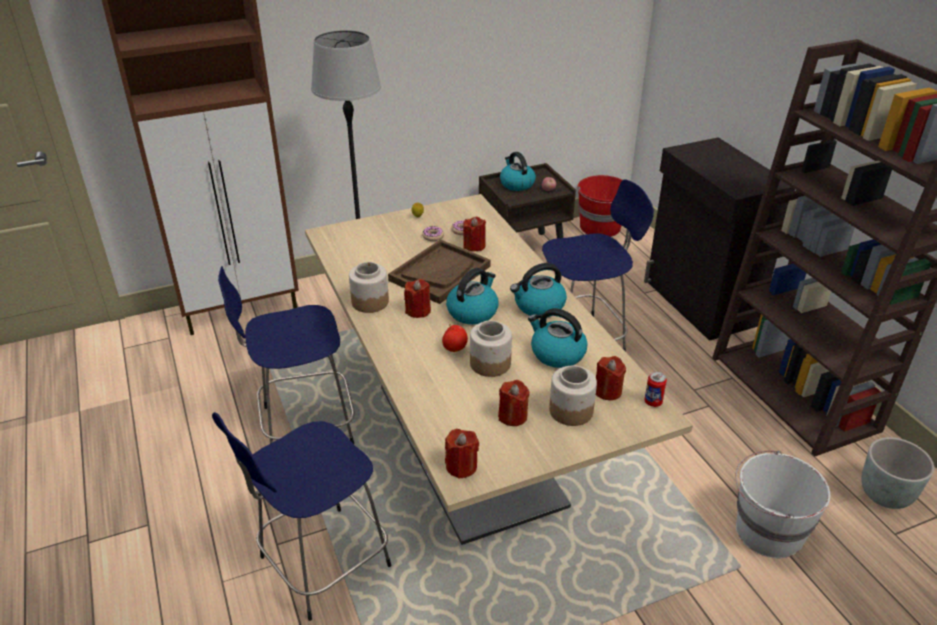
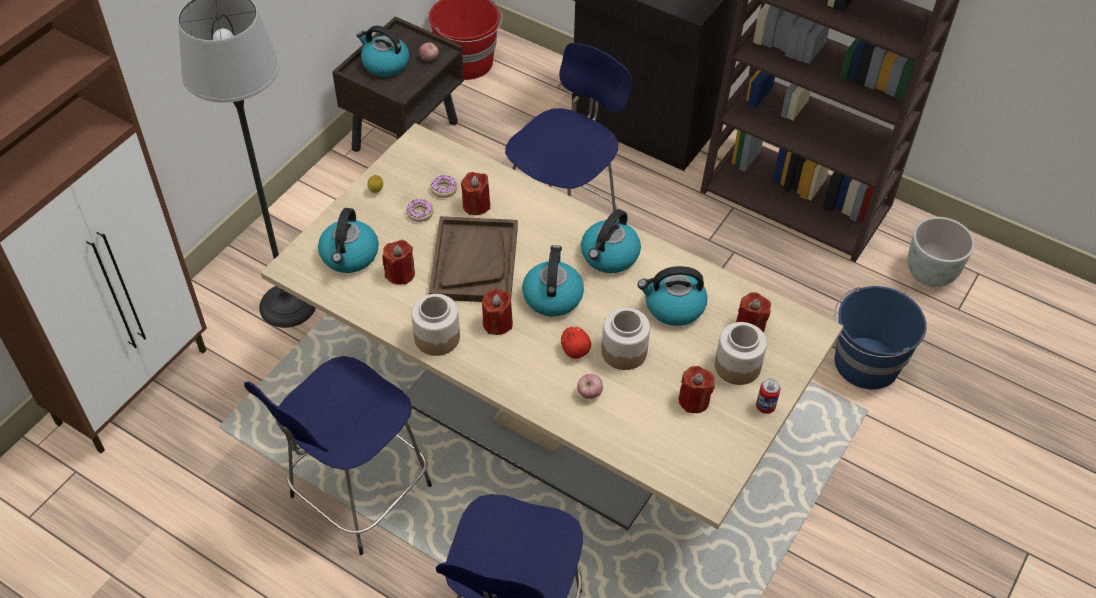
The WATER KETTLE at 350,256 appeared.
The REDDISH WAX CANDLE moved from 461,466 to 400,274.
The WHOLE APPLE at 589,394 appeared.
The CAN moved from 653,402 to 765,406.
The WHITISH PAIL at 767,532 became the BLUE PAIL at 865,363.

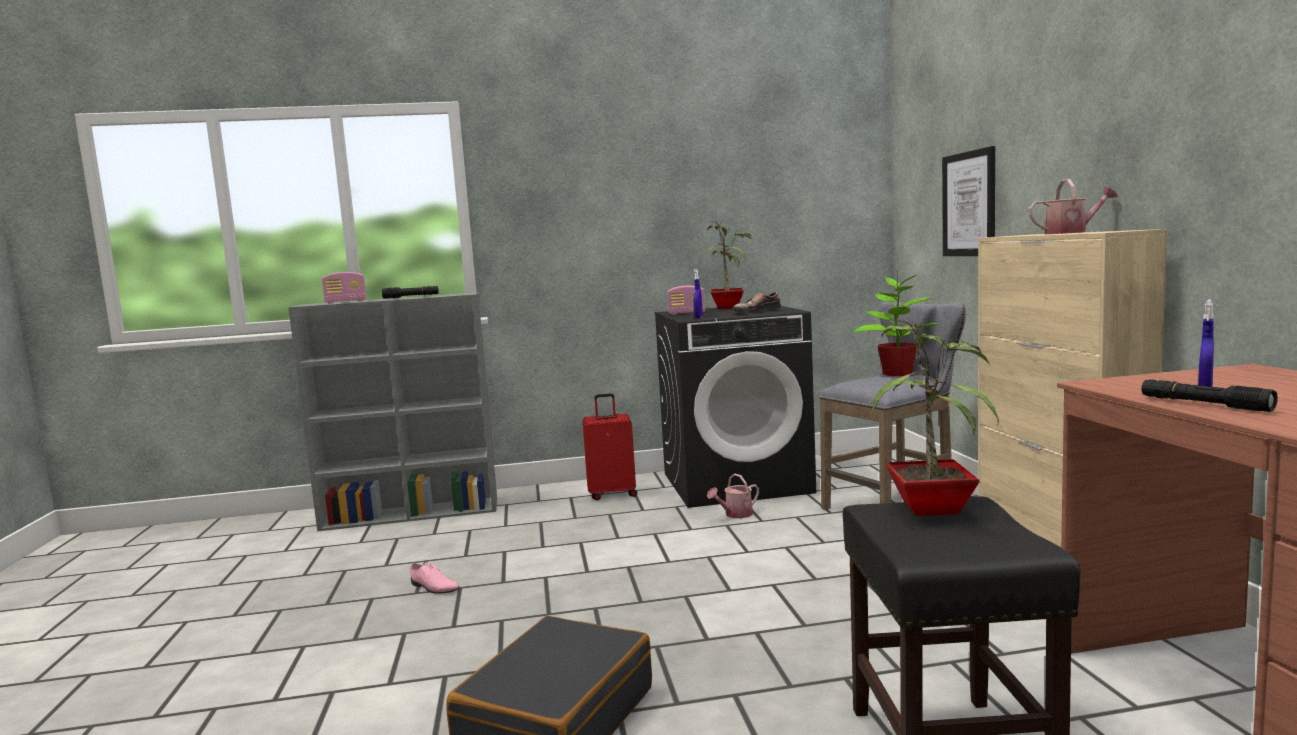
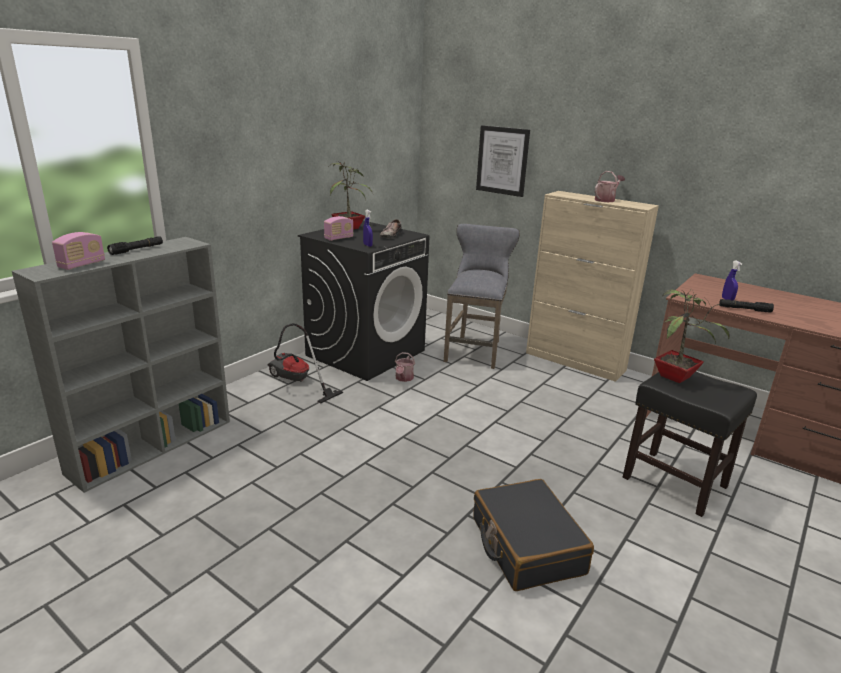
The REDDISH SUITCASE at 612,494 was replaced by the HOOVER at 296,382.
The PINKISH ITEM OF FOOTWEAR at 433,587 disappeared.
The HOUSEPLANT at 897,373 disappeared.

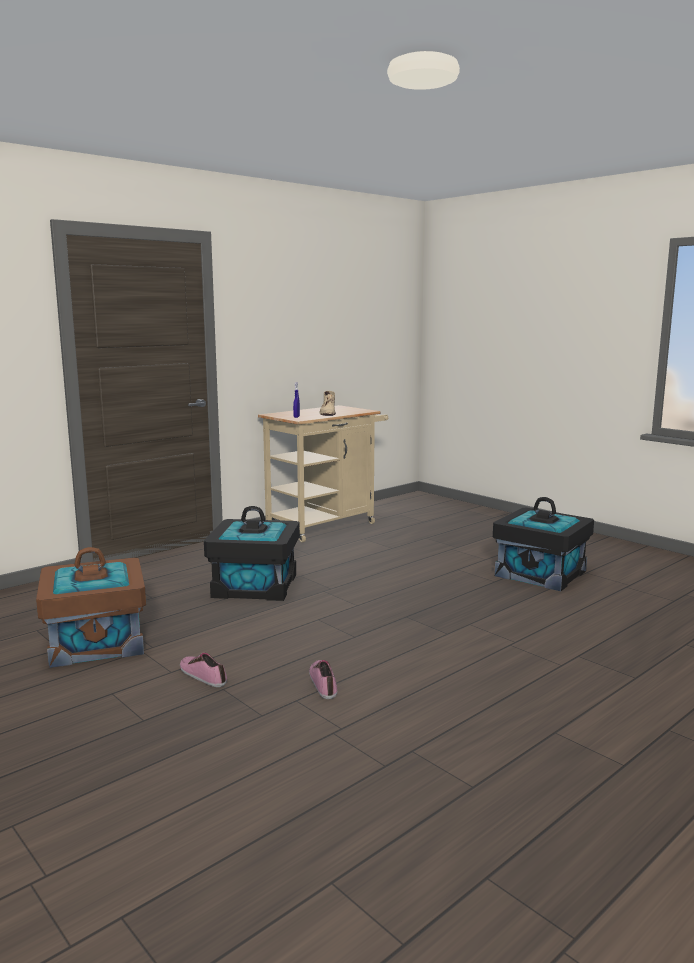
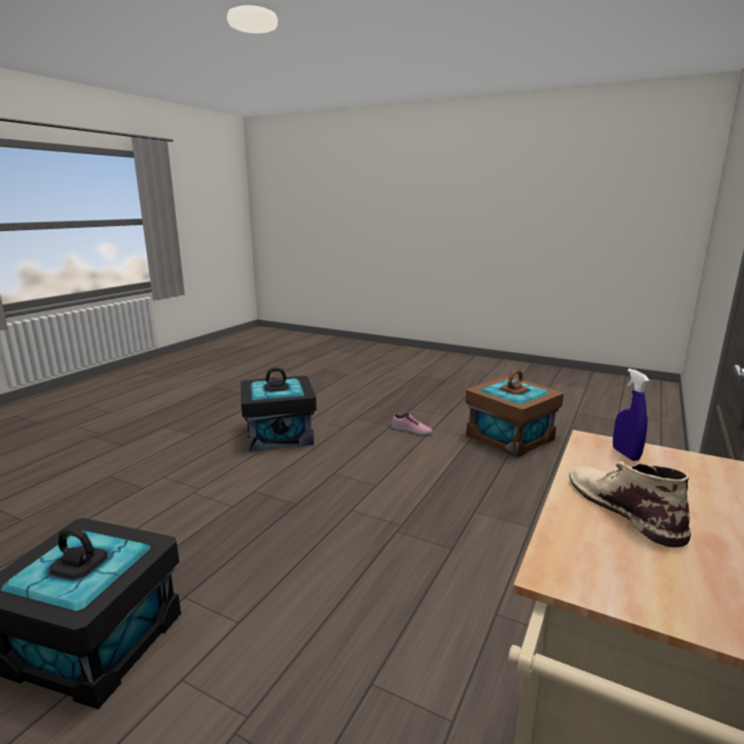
The BLACK STORAGE CONTAINER moved from 254,586 to 279,434.
The ITEM OF FOOTWEAR at 324,682 disappeared.

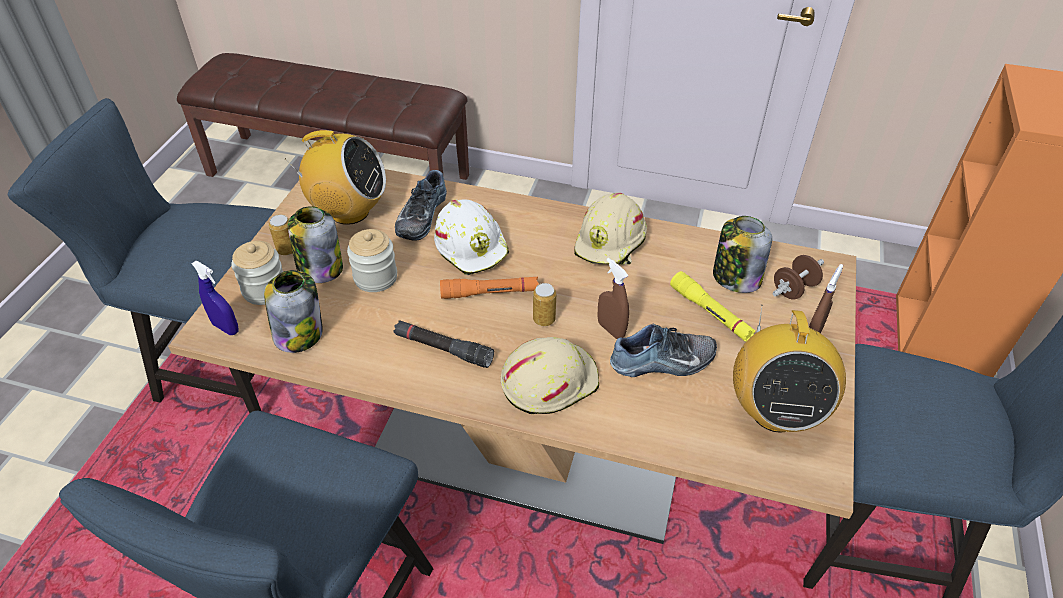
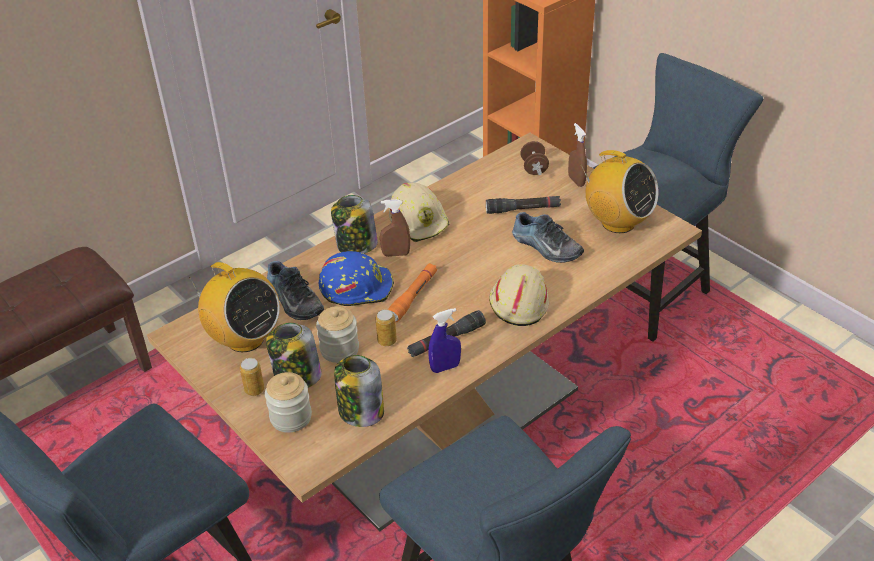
The RADIO at 349,212 turned 90 degrees clockwise.
The WHITISH WORK HELMET at 472,246 became the BLUE WORK HELMET at 356,287.
The STORAGE JAR moved from 735,277 to 356,245.
The CAN moved from 544,319 to 387,341.
The BROWNISH SPRAY BOTTLE moved from 611,329 to 396,254.
The BLUE SPRAY BOTTLE moved from 225,328 to 445,367.
The YELLOW-COLOURED FLASHLIGHT at 710,313 became the BLACK FLASHLIGHT at 523,209.
The ITEM OF FOOTWEAR at 663,363 turned 105 degrees clockwise.

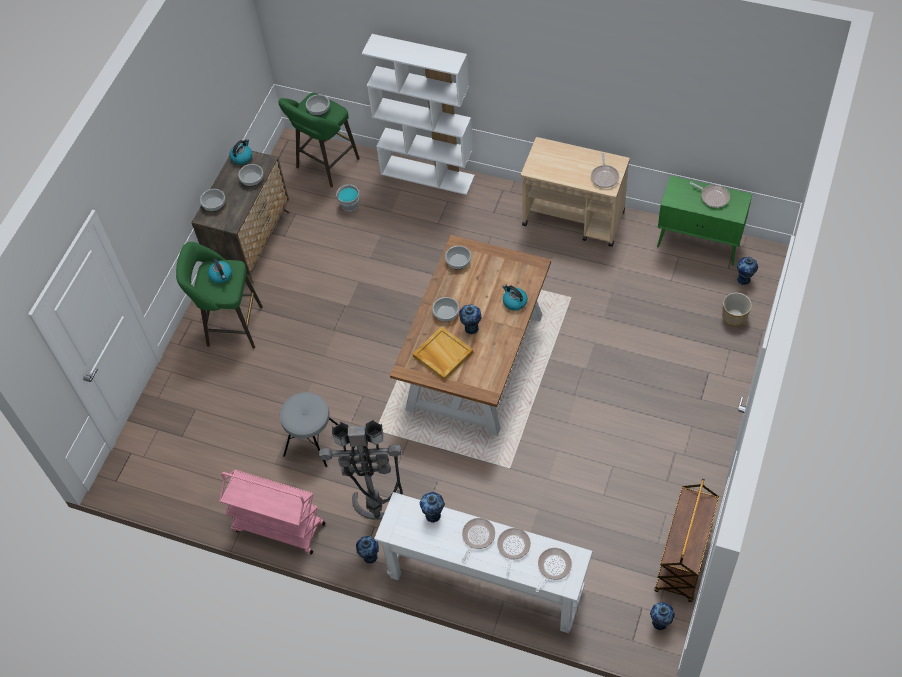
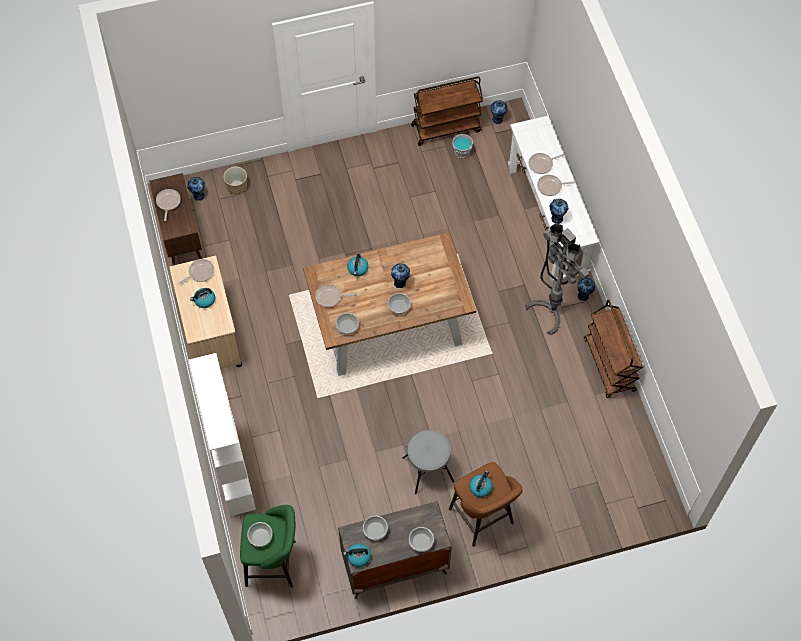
The GREEN STORAGE CABINET at 699,243 became the BROWNISH STORAGE CABINET at 181,238.
The WATER KETTLE at 204,300 appeared.
The FRYING PAN moved from 553,567 to 330,297.
The GREY SITTING STOOL moved from 313,441 to 428,469.
The GREEN SITTING STOOL at 230,326 became the BROWNISH SITTING STOOL at 483,519.
The GREY PAIL moved from 350,205 to 462,152.
The PINKISH WHEELED CART at 278,527 became the BROWNISH WHEELED CART at 609,365.
The BEIGE CARRYING TRAY at 442,354 disappeared.

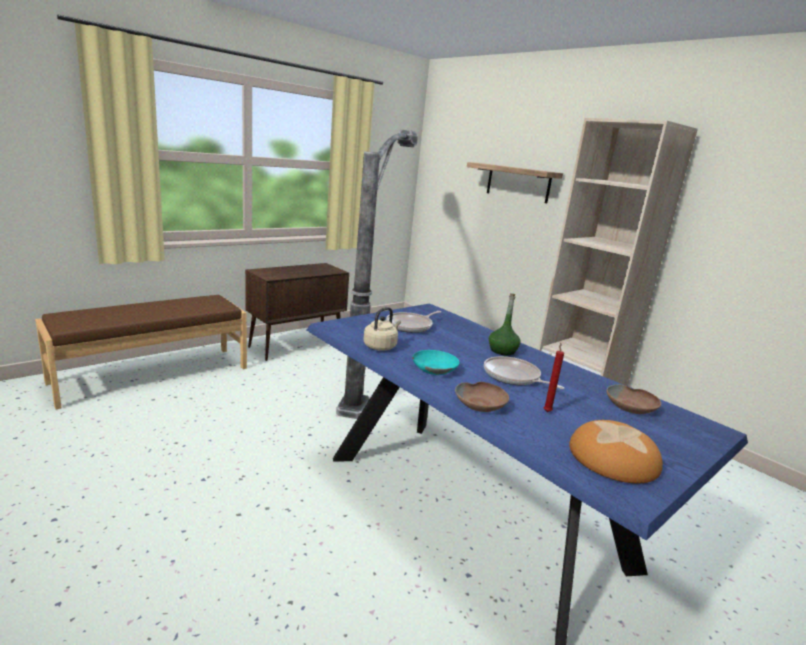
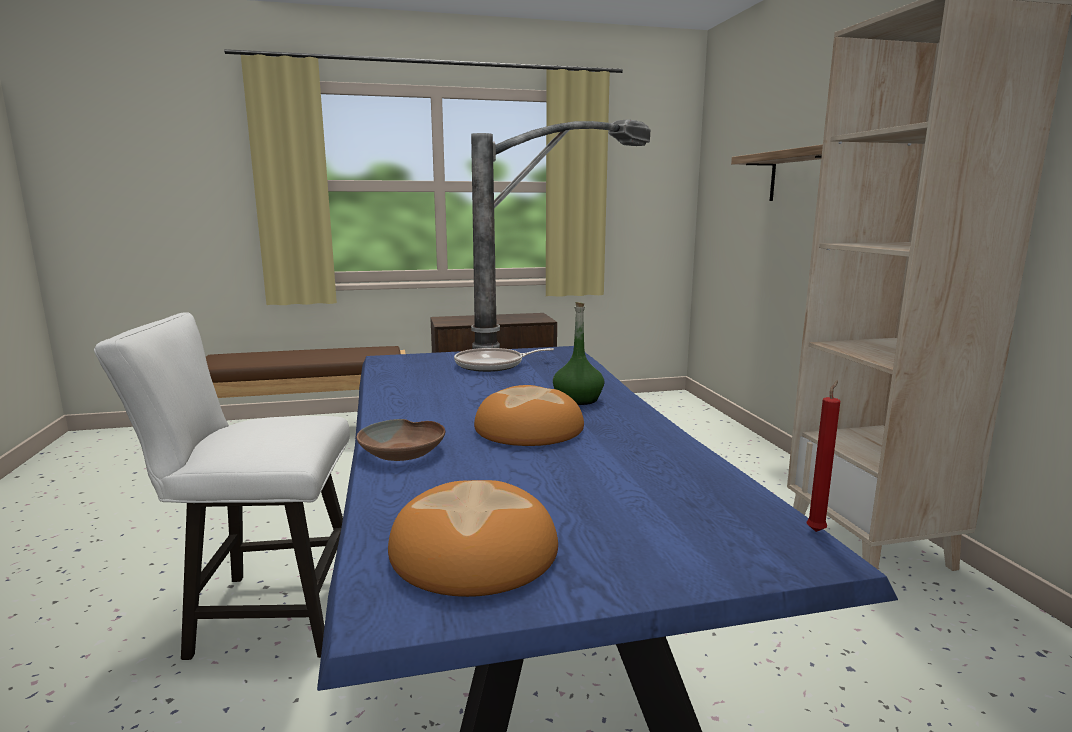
The WHITISH UPRIGHT CHAIR at 263,613 appeared.
The FRYING PAN at 513,377 was replaced by the BAKED BREAD at 528,429.
The REDDISH WAX CANDLE moved from 547,411 to 817,530.
The BEIGE WATER KETTLE at 381,346 disappeared.
The TURQUOISE-COLOURED SERVING BOWL at 434,368 disappeared.
The BROWNISH SERVING BOWL at 631,407 disappeared.

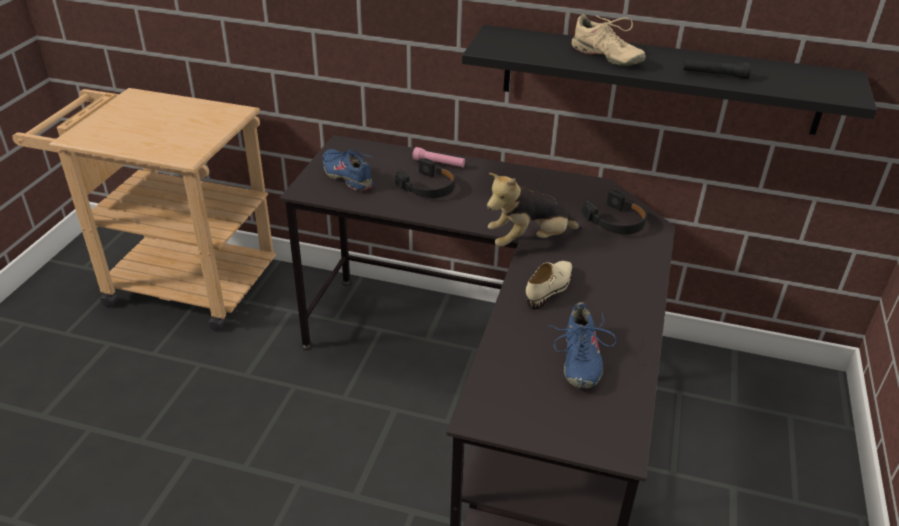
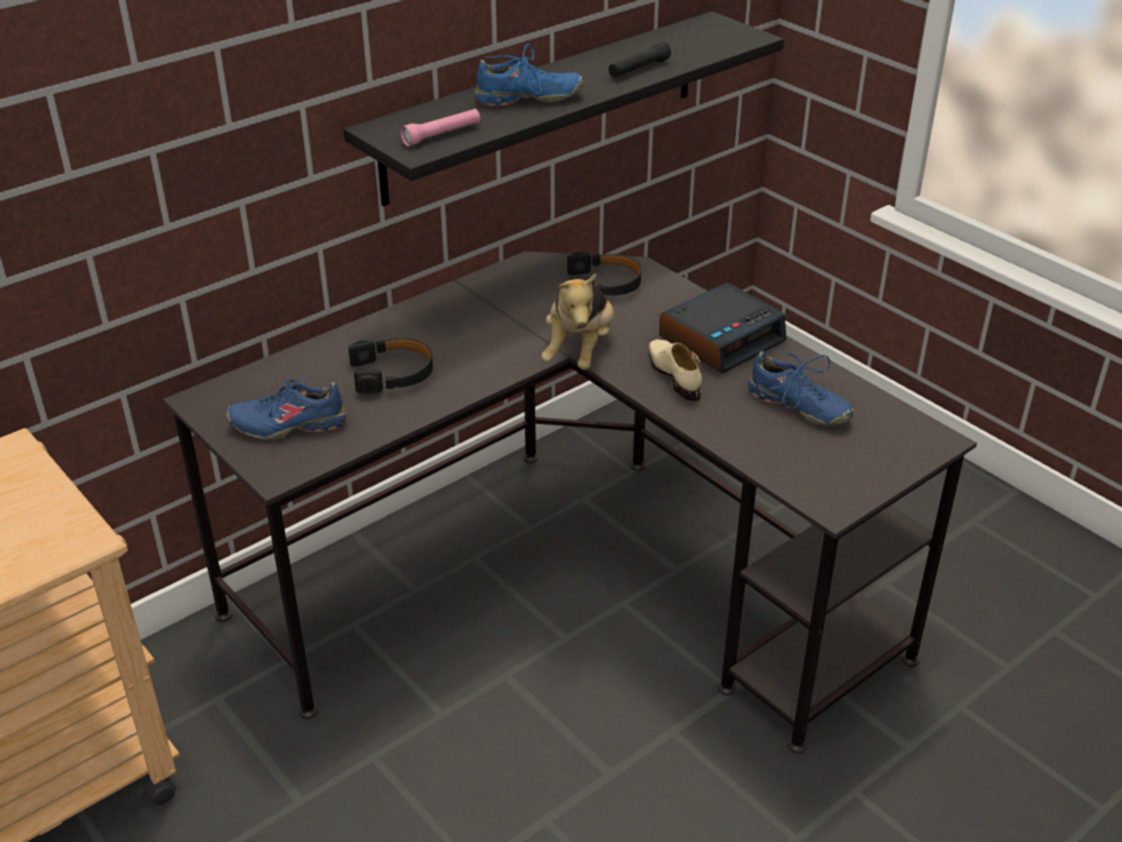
The PINKISH FLASHLIGHT moved from 438,163 to 442,135.
The BEIGE ITEM OF FOOTWEAR at 606,57 became the BLUE ITEM OF FOOTWEAR at 528,99.
The ALARM CLOCK at 721,338 appeared.

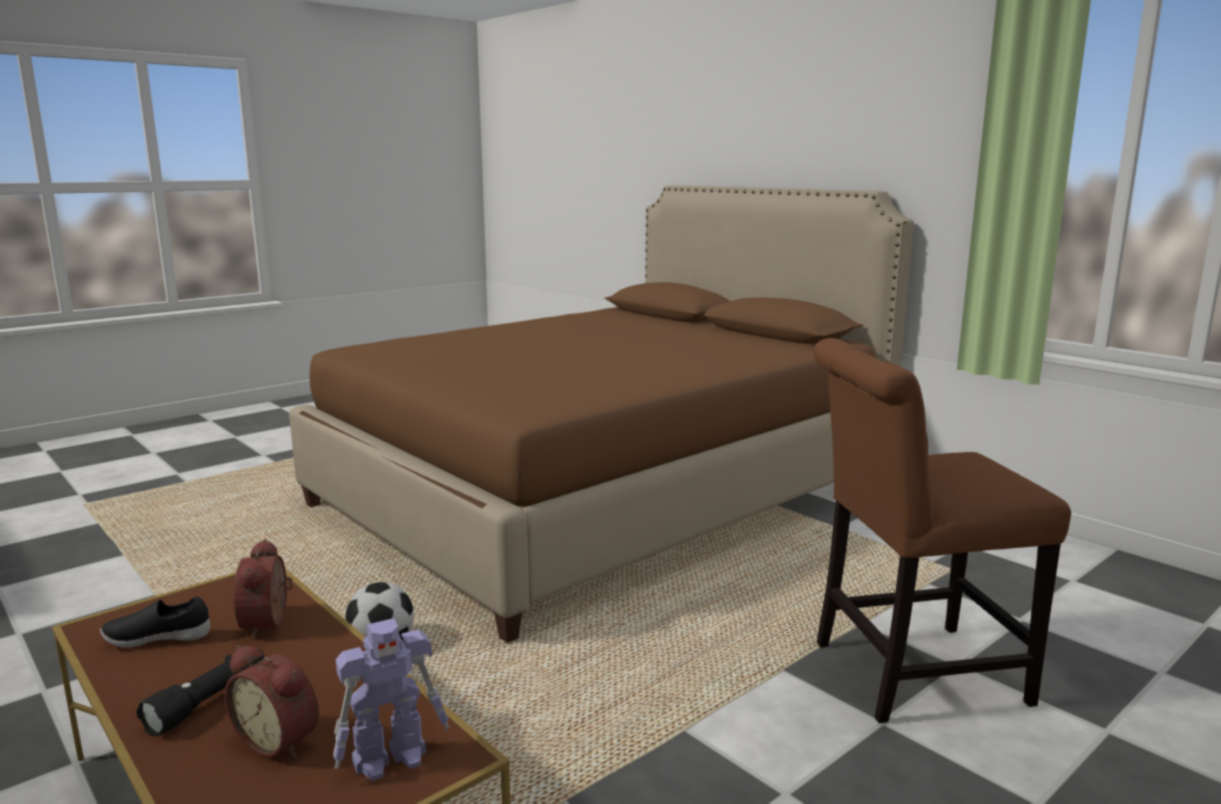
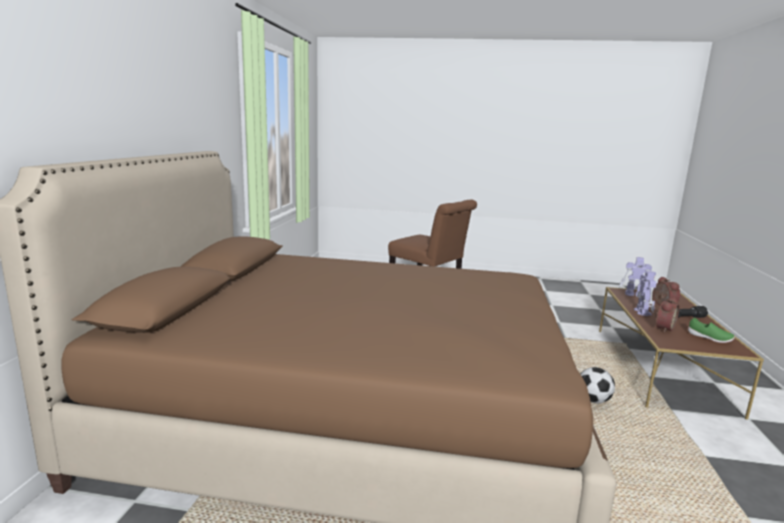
The ROBOT FIGURE at 642,312 appeared.
The BLACK ITEM OF FOOTWEAR at 158,639 became the GREEN ITEM OF FOOTWEAR at 709,338.

